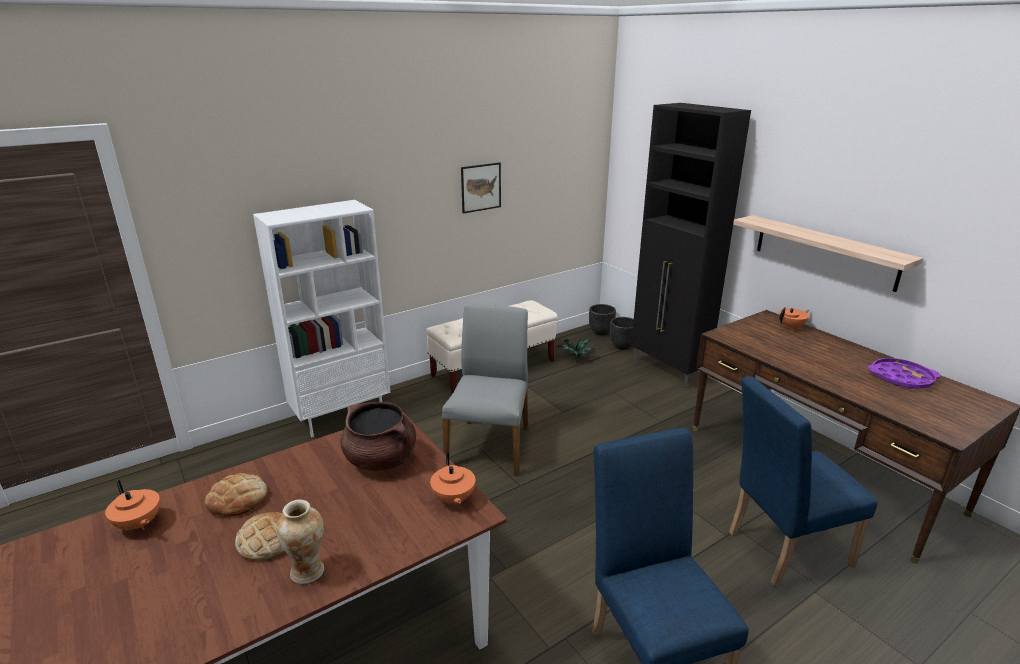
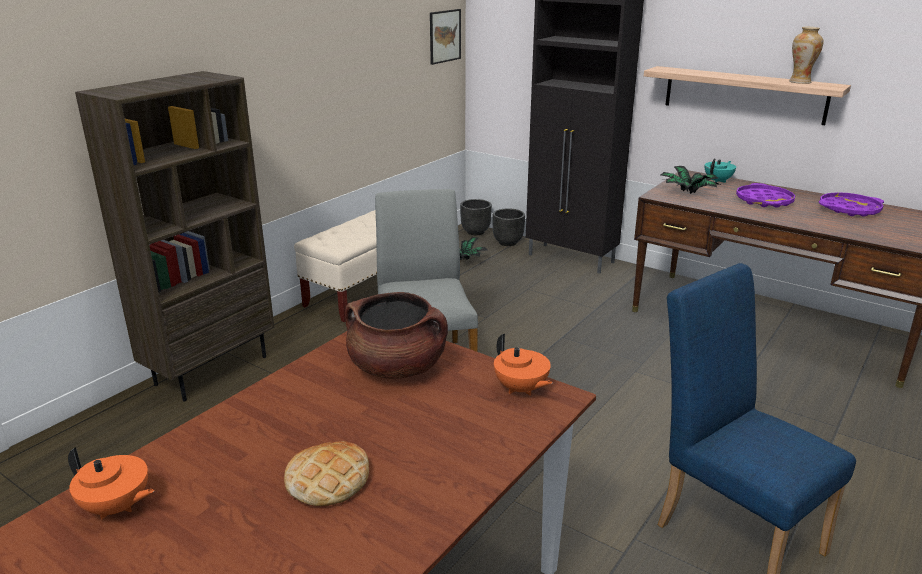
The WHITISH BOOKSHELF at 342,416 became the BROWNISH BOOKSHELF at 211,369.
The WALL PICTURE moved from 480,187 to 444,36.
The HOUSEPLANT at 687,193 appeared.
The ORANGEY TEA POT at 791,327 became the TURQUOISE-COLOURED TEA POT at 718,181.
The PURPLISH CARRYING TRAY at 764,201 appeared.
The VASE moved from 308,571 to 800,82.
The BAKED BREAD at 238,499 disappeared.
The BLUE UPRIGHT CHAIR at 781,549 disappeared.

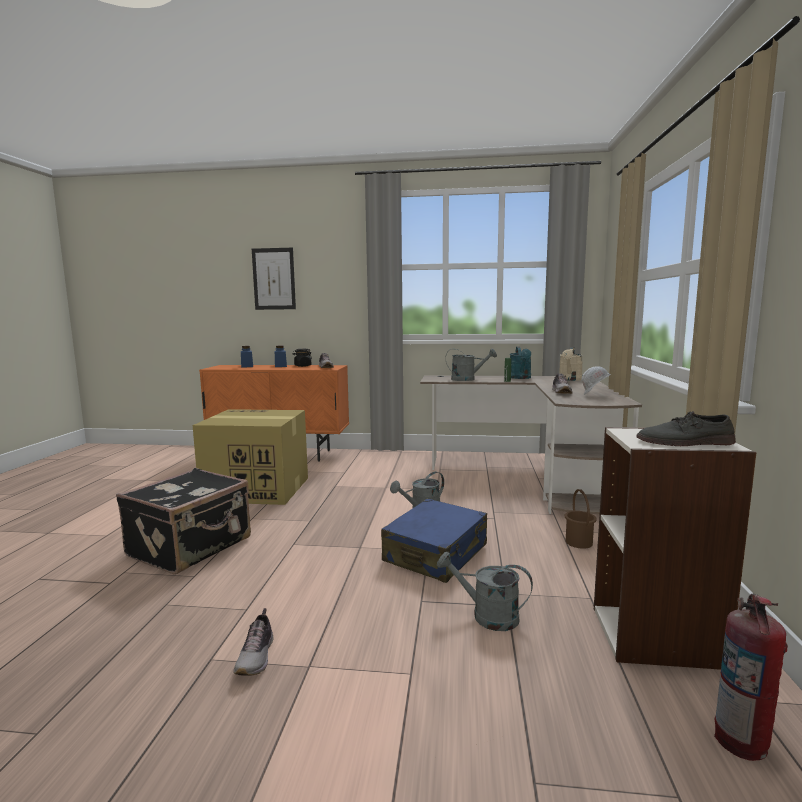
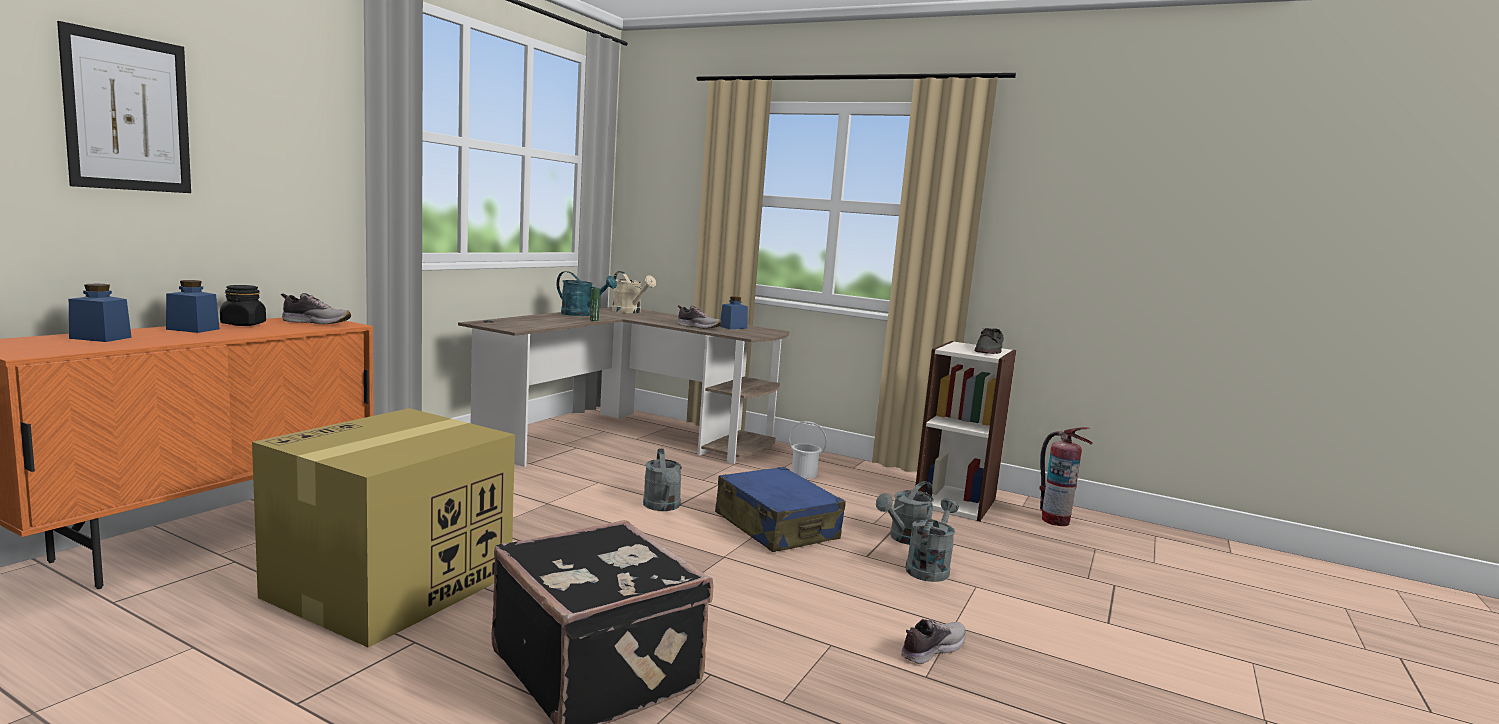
The WHITISH WORK HELMET at 595,395 was replaced by the BLUE STORAGE JAR at 733,327.
The BROWNISH PAIL at 579,542 became the WHITISH PAIL at 804,474.
The ITEM OF FOOTWEAR at 256,657 turned 60 degrees counterclockwise.
The GREY WATERING POT moved from 468,379 to 929,568.

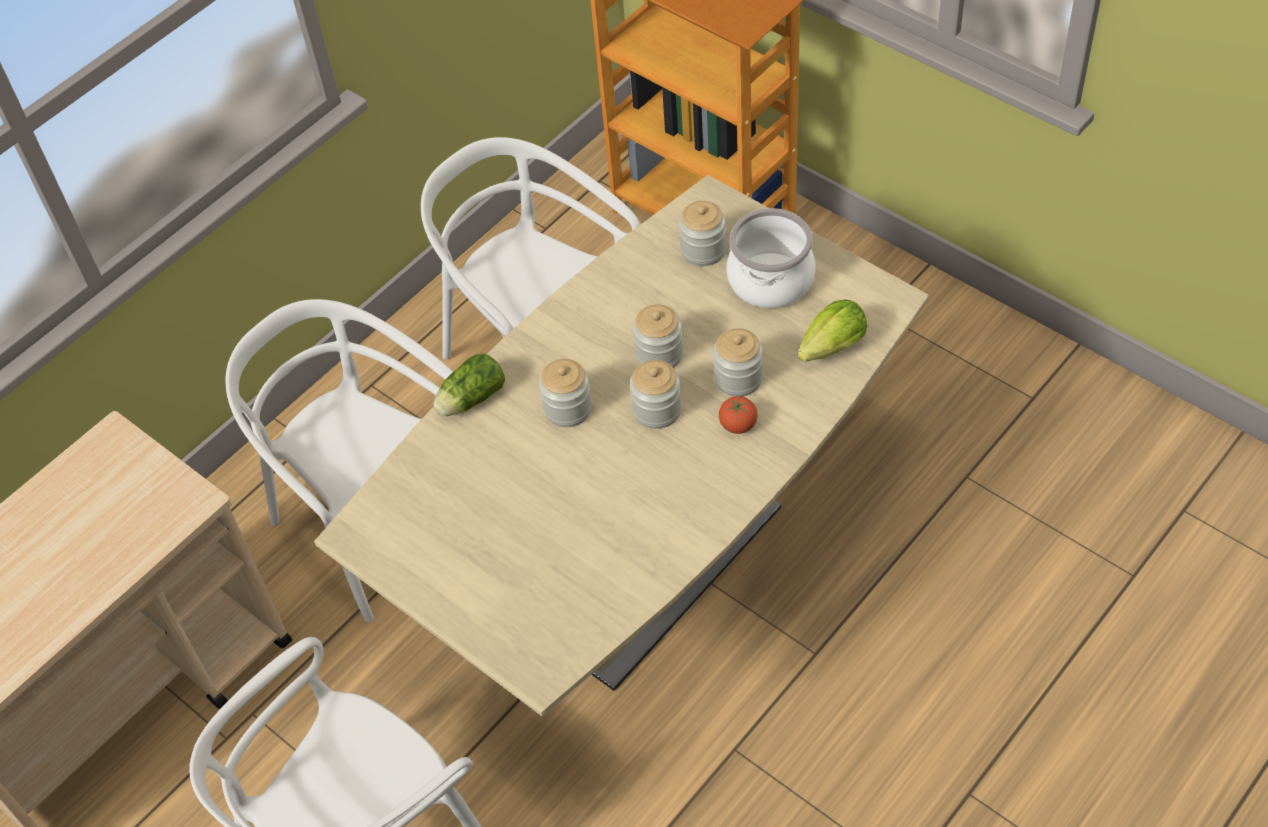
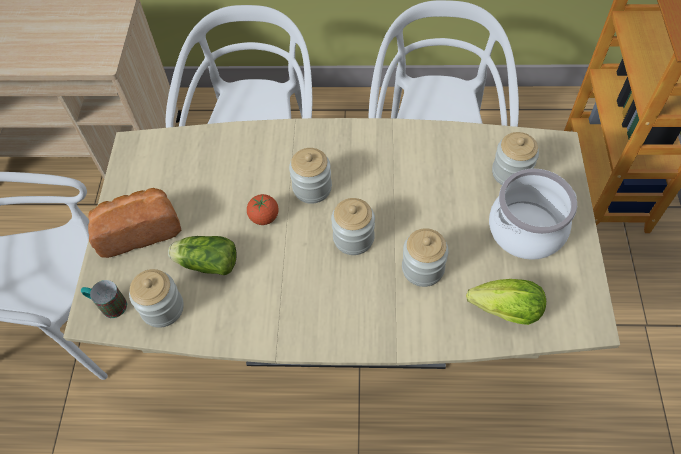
The COFFEE MUG at 108,305 appeared.
The BAKED BREAD at 139,229 appeared.
The STORAGE JAR moved from 659,354 to 162,308.
The HEAD OF LETTUCE moved from 469,400 to 205,262.
The WHOLE TOMATO moved from 738,425 to 264,217.

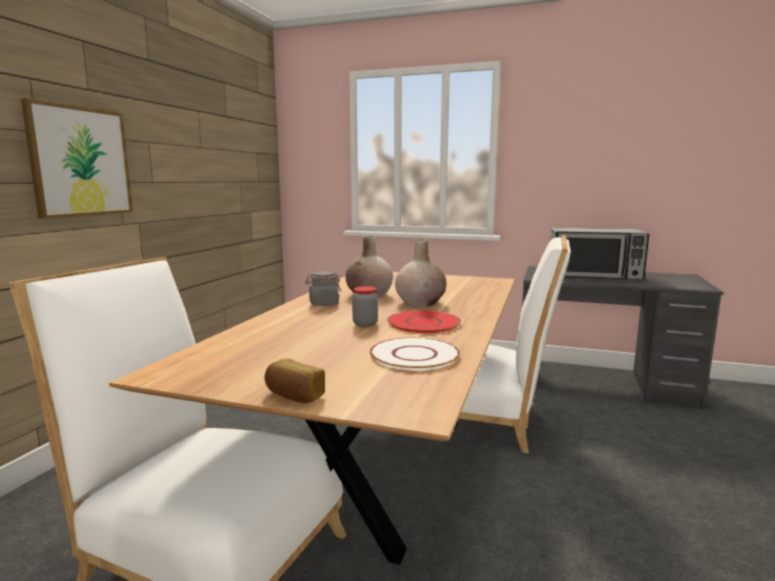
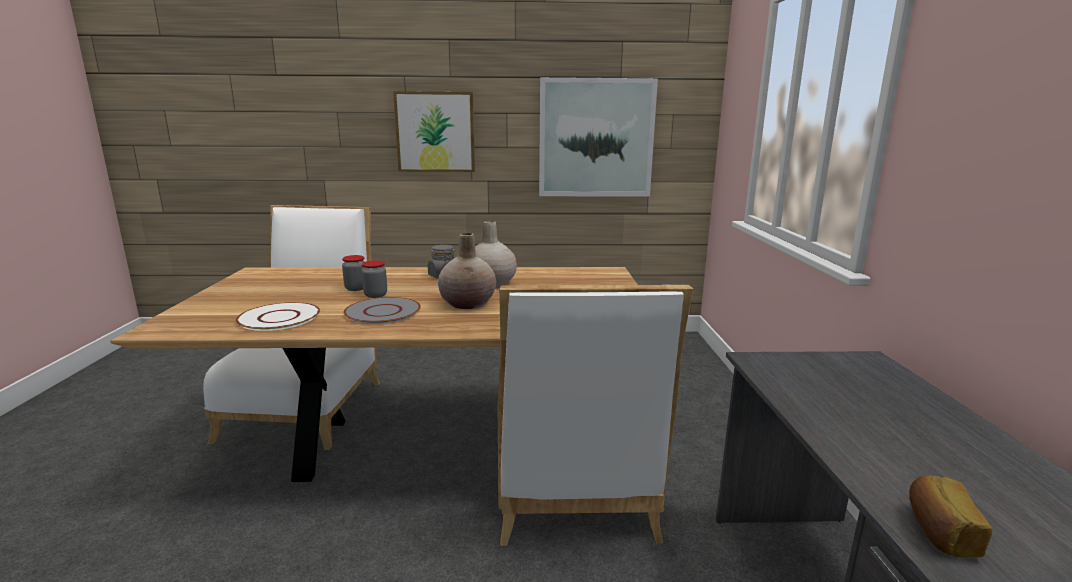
The STORAGE JAR at 356,288 appeared.
The REDDISH PLATE at 424,323 became the GREY PLATE at 382,312.
The WALL PICTURE at 596,138 appeared.
The BAKED BREAD moved from 294,396 to 938,531.
The MICROWAVE OVEN at 594,276 disappeared.

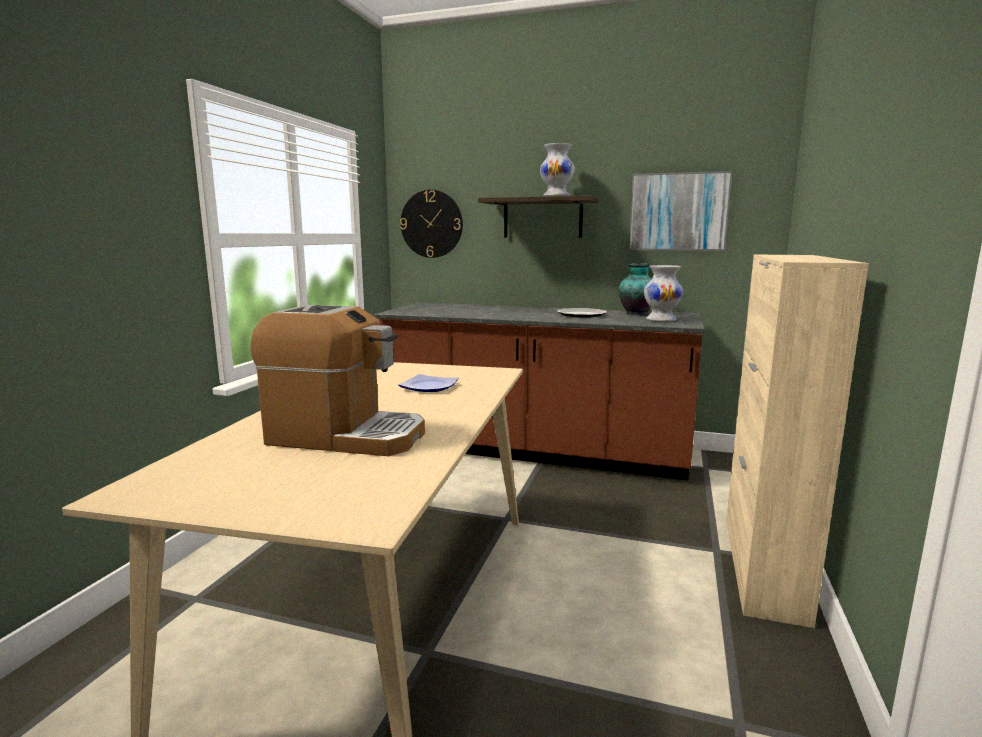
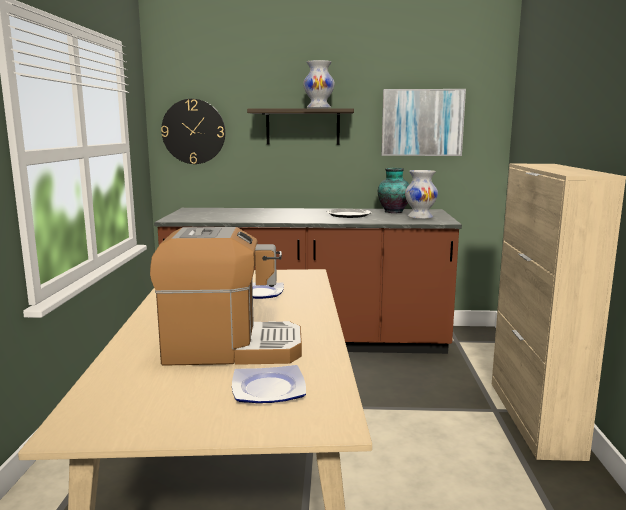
The PLATE at 270,390 appeared.

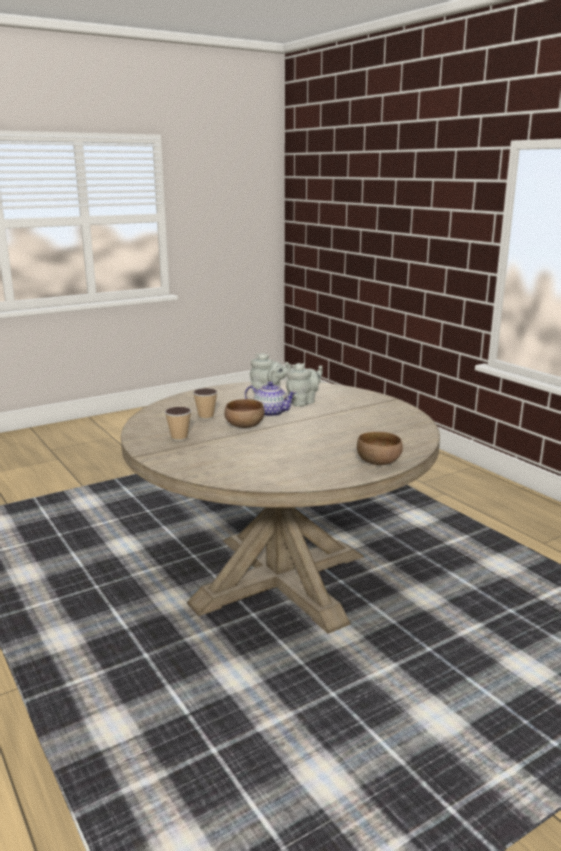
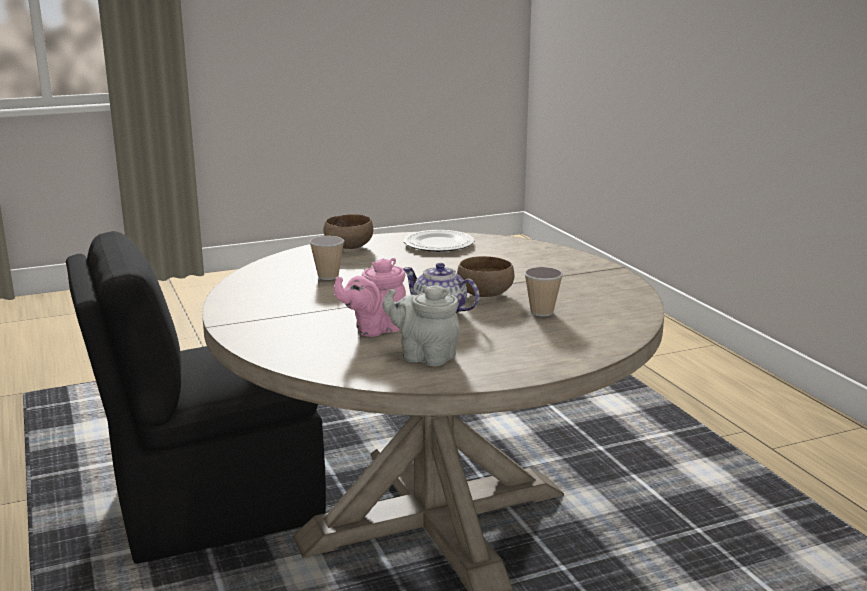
The BLACK UPRIGHT CHAIR at 212,507 appeared.
The DRINKING CUP moved from 179,438 to 328,276.
The GREY TEA POT at 303,402 became the PINKISH TEA POT at 374,329.
The PLATE at 439,244 appeared.

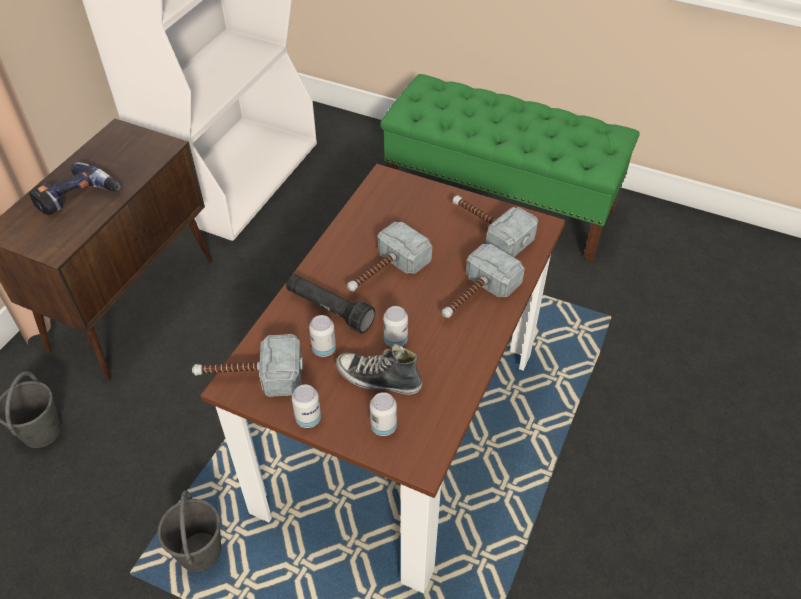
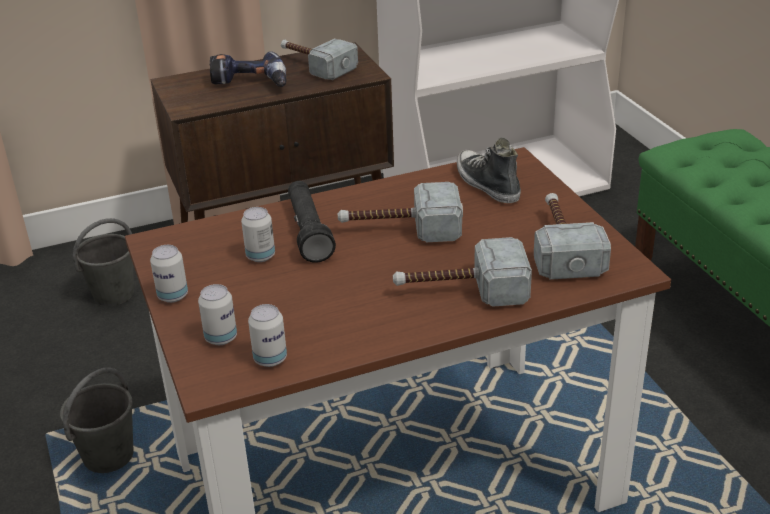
The CAN moved from 395,340 to 270,359.
The HAMMER moved from 250,376 to 314,65.
The ITEM OF FOOTWEAR moved from 378,379 to 486,184.

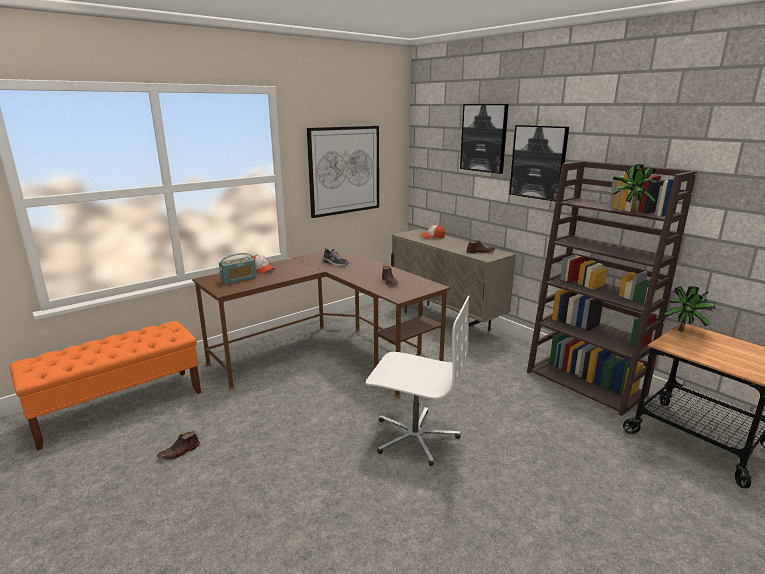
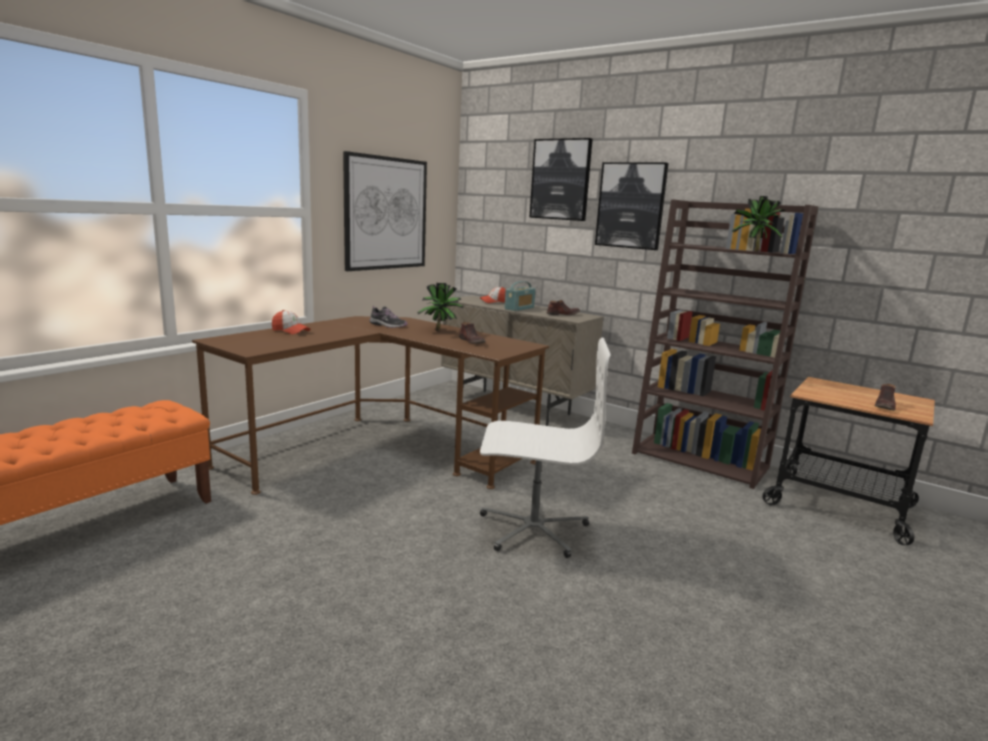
The HOUSEPLANT moved from 684,331 to 441,331.
The RADIO moved from 239,279 to 519,308.
The BROWNISH ITEM OF FOOTWEAR moved from 179,452 to 884,406.

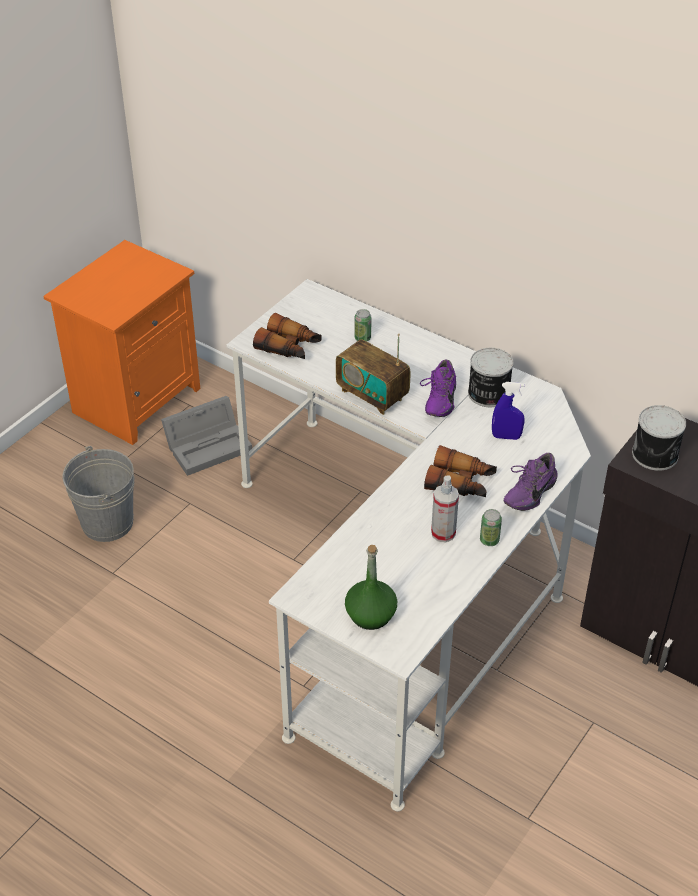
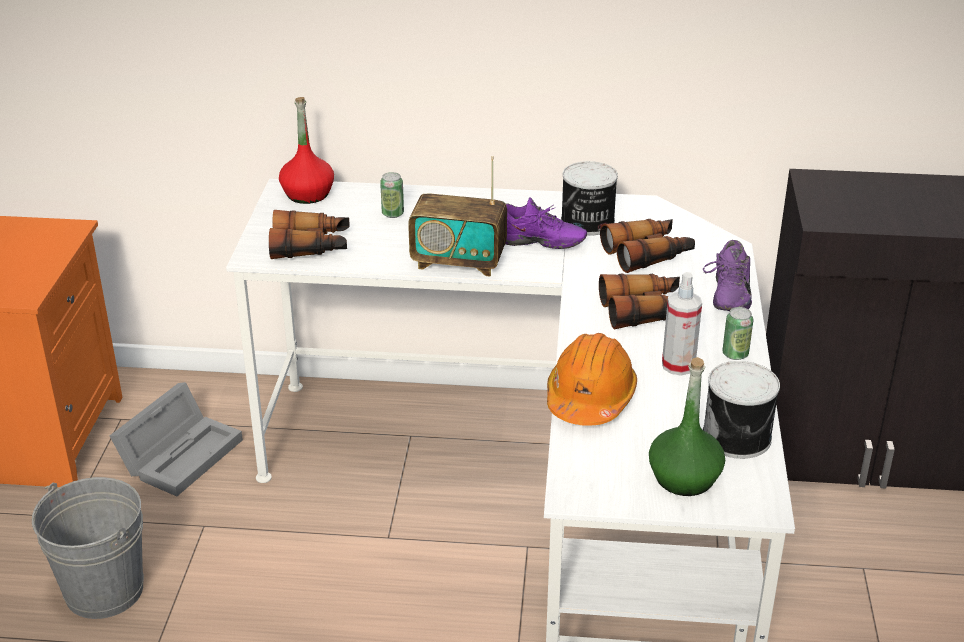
The REDDISH BOTTLE at 307,194 appeared.
The PURPLISH ITEM OF FOOTWEAR at 438,401 turned 60 degrees counterclockwise.
The ORANGEY WORK HELMET at 590,398 appeared.
The BLUE SPRAY BOTTLE at 506,437 was replaced by the FIELD GLASSES at 648,254.
The CAN moved from 656,455 to 738,437.

